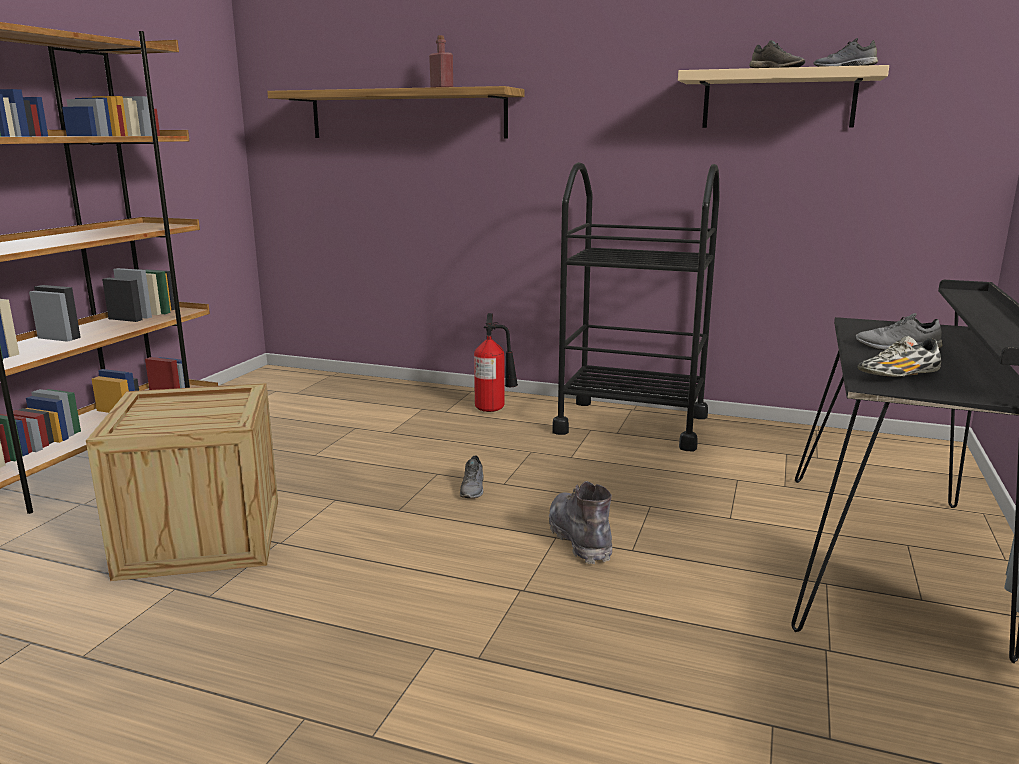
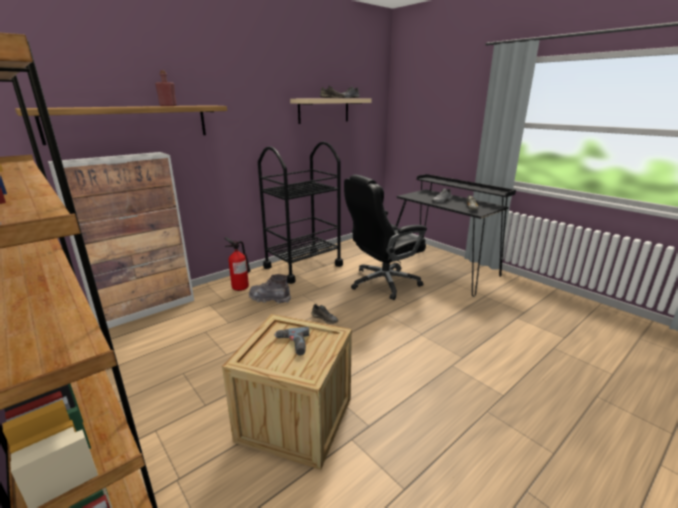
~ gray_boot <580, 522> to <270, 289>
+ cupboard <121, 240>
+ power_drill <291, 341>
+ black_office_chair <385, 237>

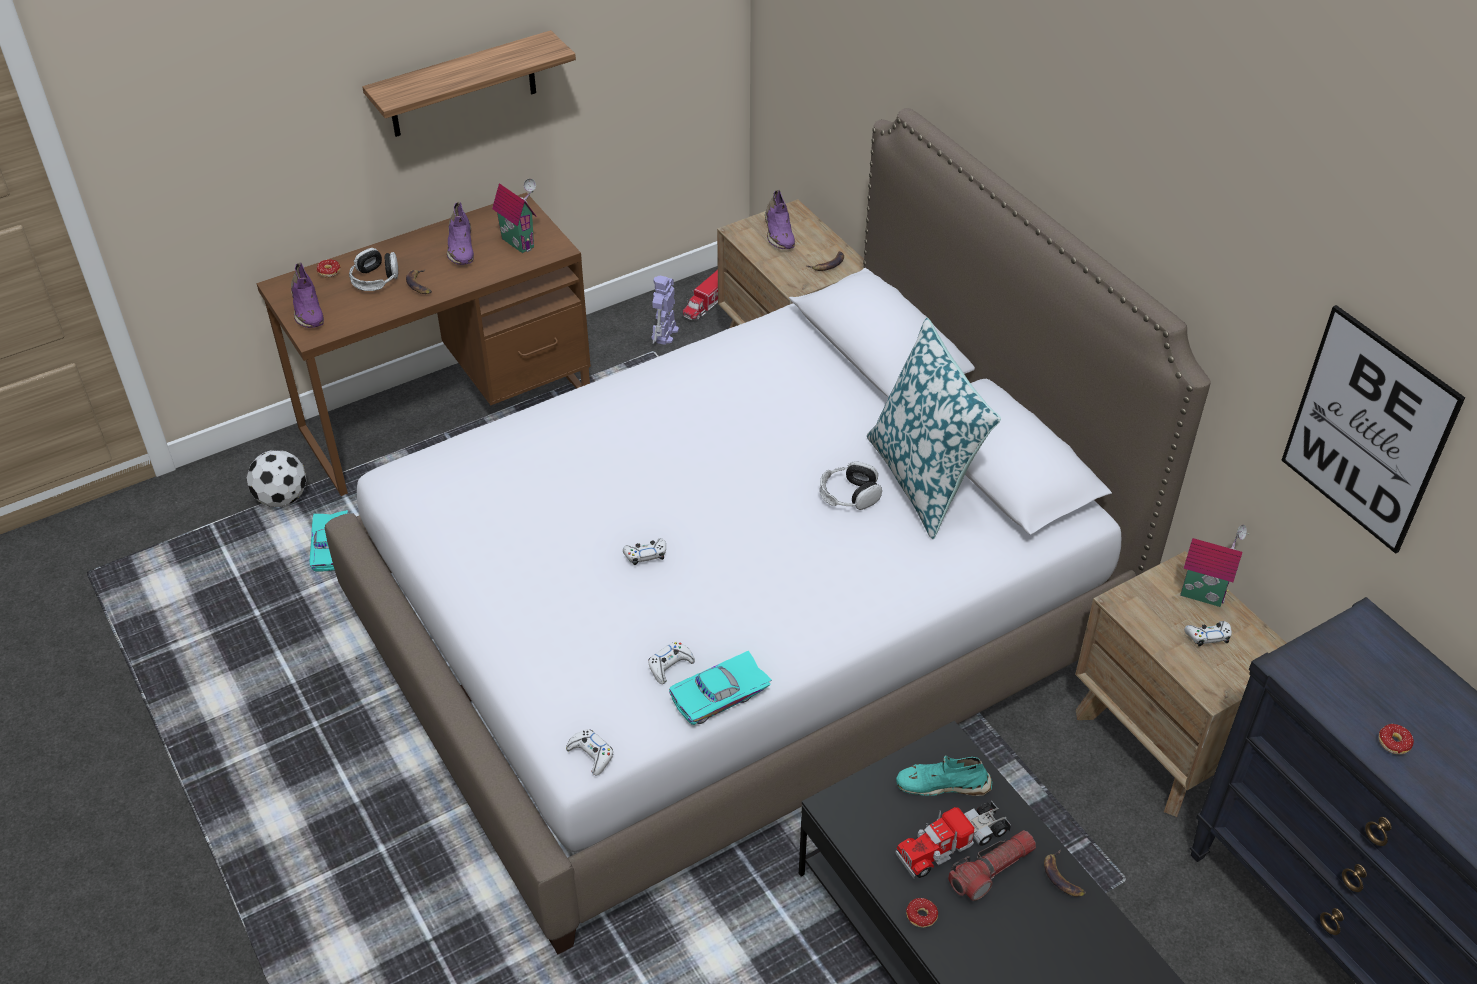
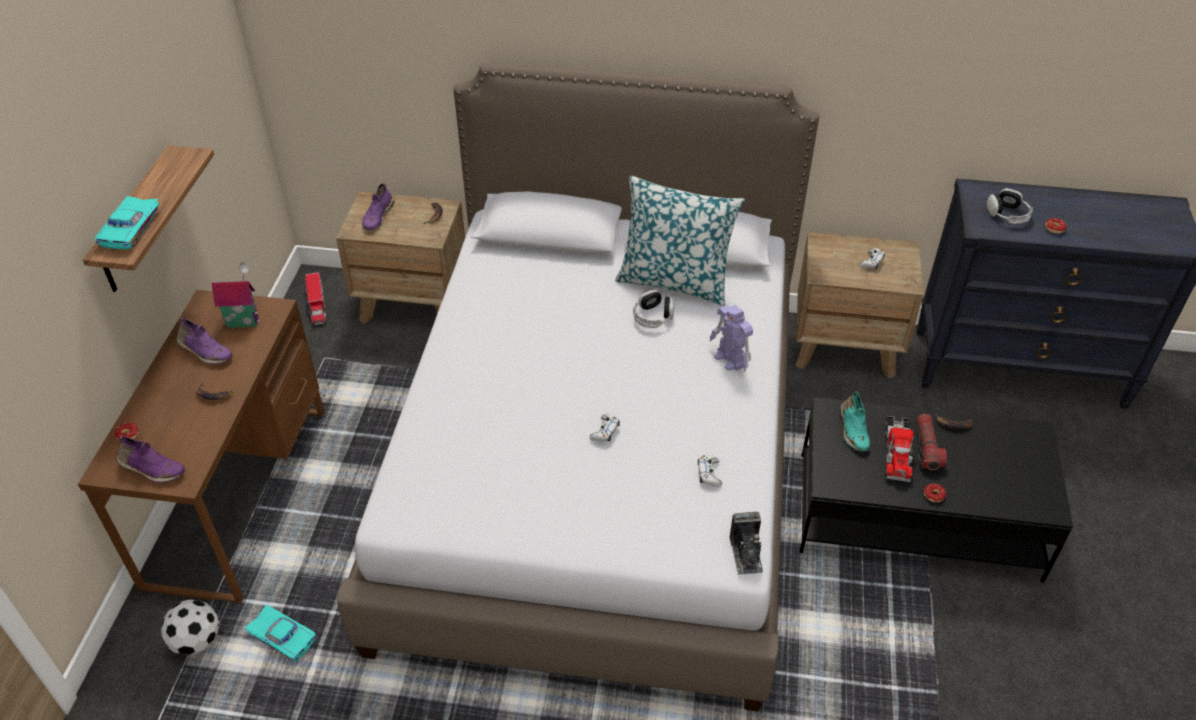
~ pair_of_headphones <373, 269> to <1010, 206>
~ white_joypad <589, 752> to still_camera <746, 543>
~ model_robot <665, 310> to <731, 338>
~ turquoise_toy_car <720, 688> to <127, 222>
~ purple-coloured_shoe <780, 219> = <378, 207> 75 degrees clockwise
~ turquoise_shoe <944, 775> = <855, 421> 45 degrees counterclockwise
- toy_house <1214, 566>
- picture <1373, 429>

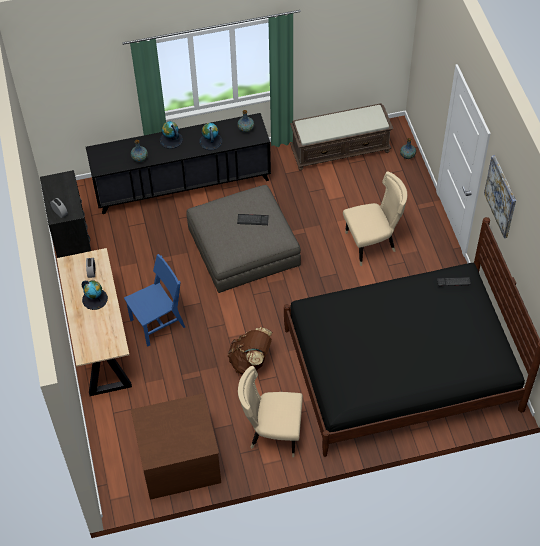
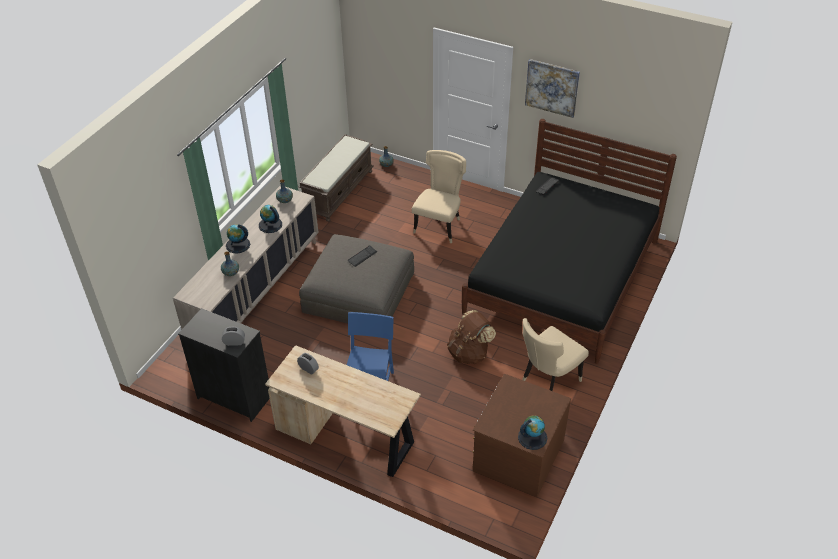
~ globe <95, 295> to <532, 432>
~ black_cupboard <178, 163> to beige_cupboard <246, 257>

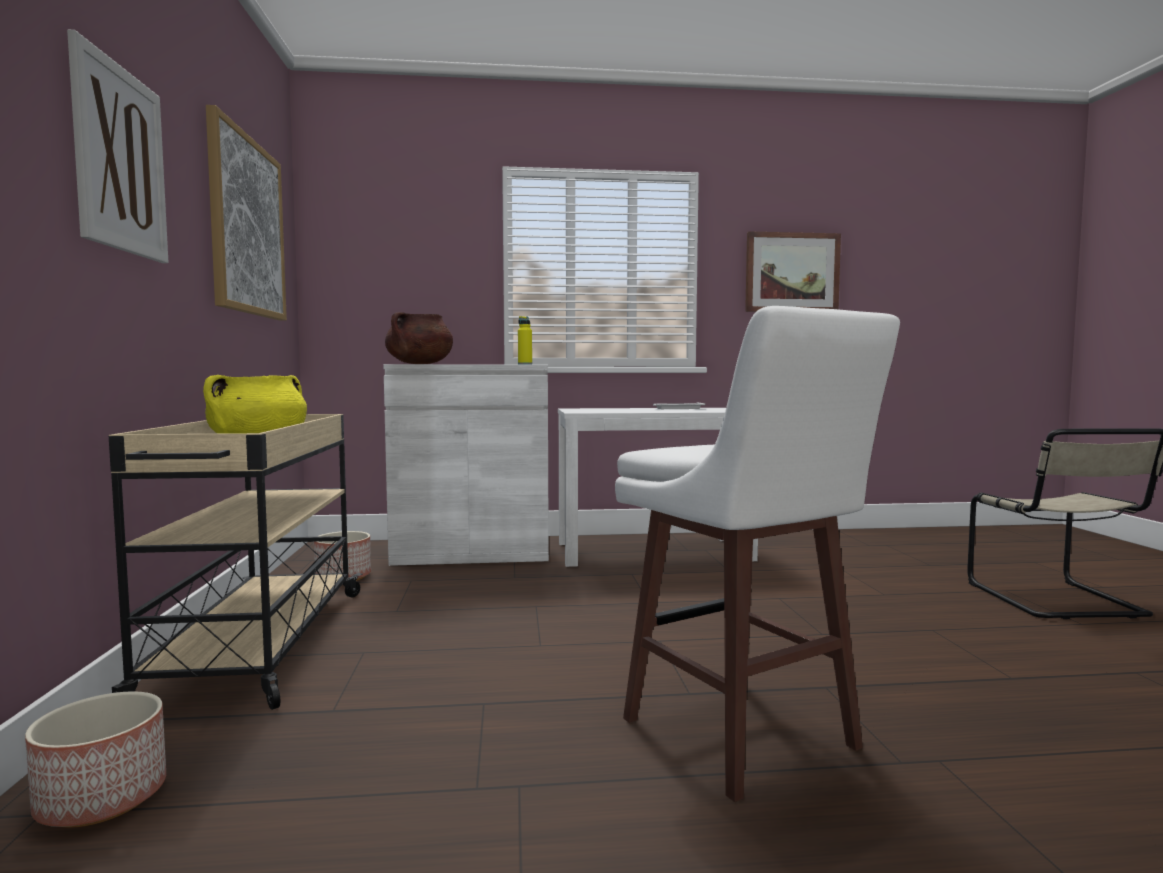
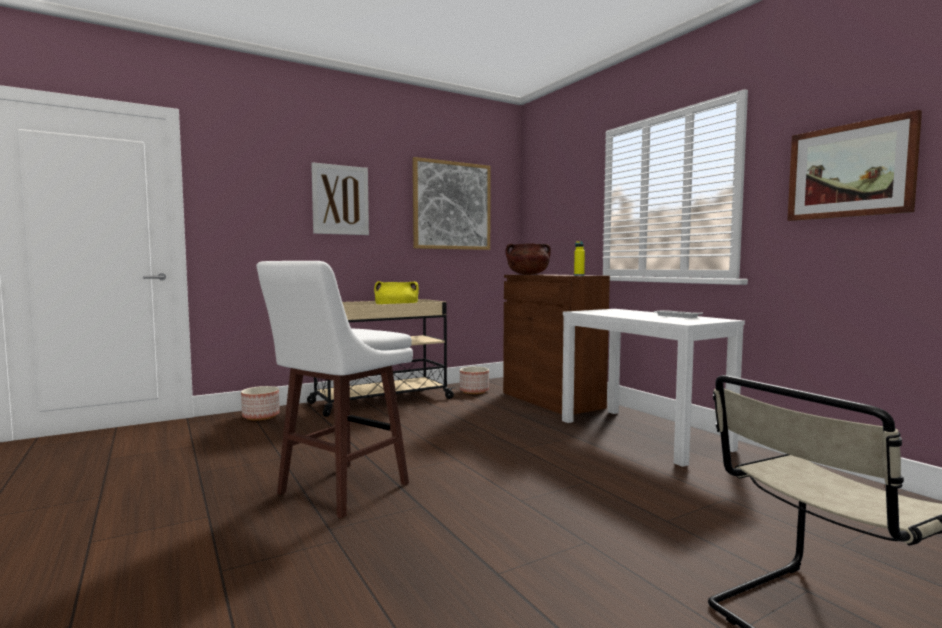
~ white_cupboard <466, 465> to brown-coloured_cupboard <556, 344>

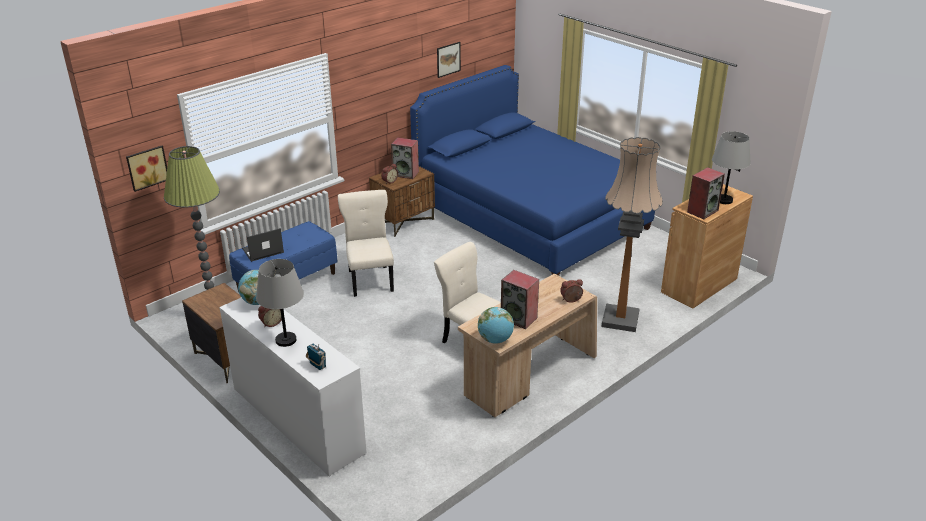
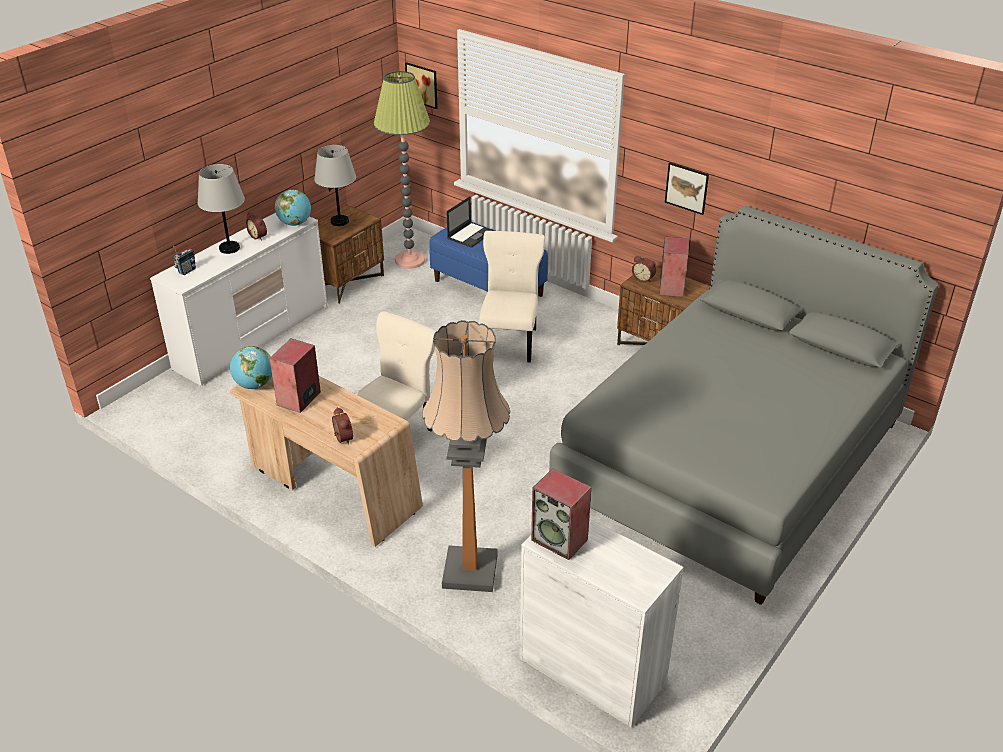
~ portable_computer <263, 245> = <470, 222> 75 degrees clockwise
~ beige_plain_chair <366, 243> = <512, 297> 60 degrees counterclockwise
~ bluish_sleeping_bed <532, 170> to gray_sleeping_bed <744, 405>
~ picture <449, 60> to <687, 188>
~ brown-coloured_cupboard <707, 246> to white_cupboard <602, 623>
~ gray_table_lamp <731, 167> to <335, 185>

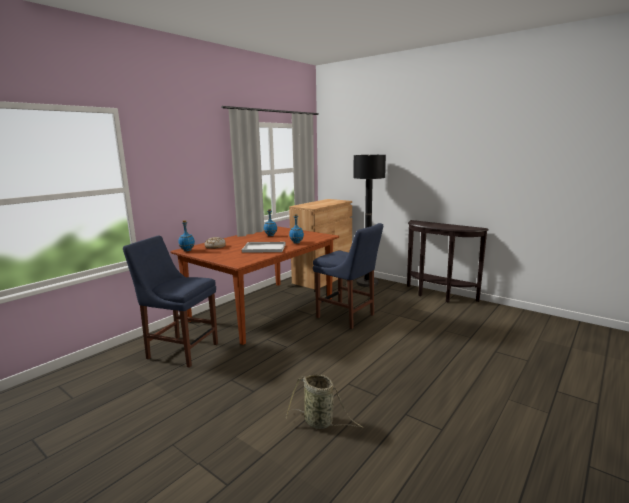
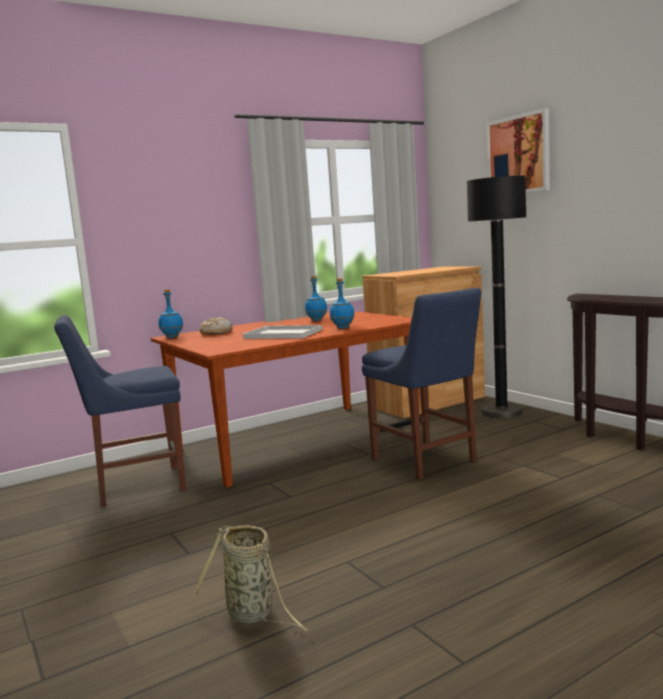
~ bluish_plain_chair <170, 301> = <120, 411> 60 degrees counterclockwise
+ picture <518, 150>

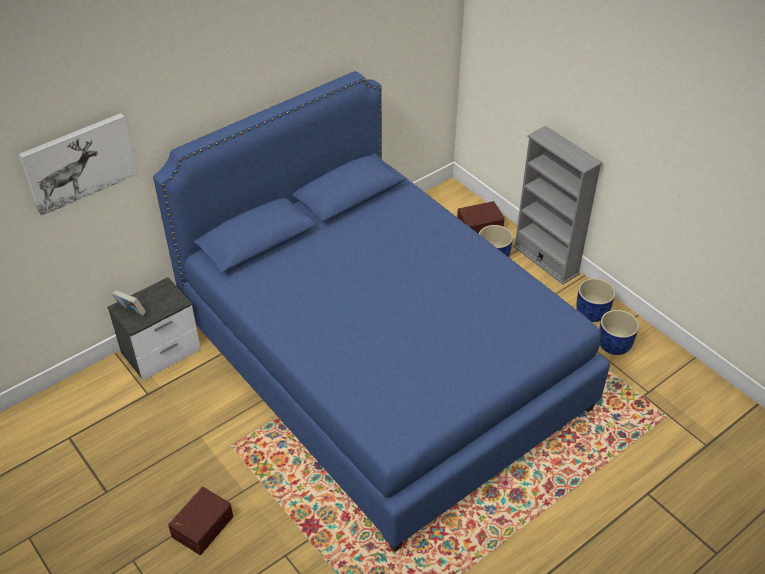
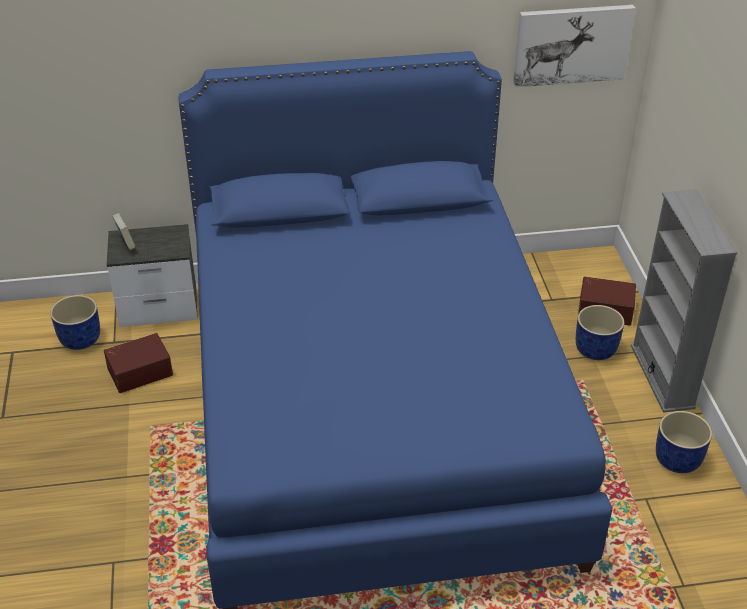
~ picture <78, 164> to <574, 46>
~ brown-coloured_storage_bin <200, 521> to <138, 363>
~ bluish_planter <619, 332> to <75, 322>

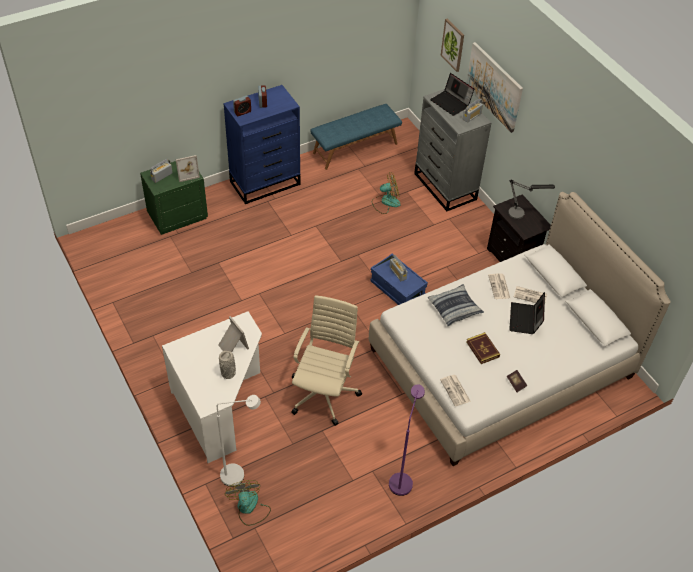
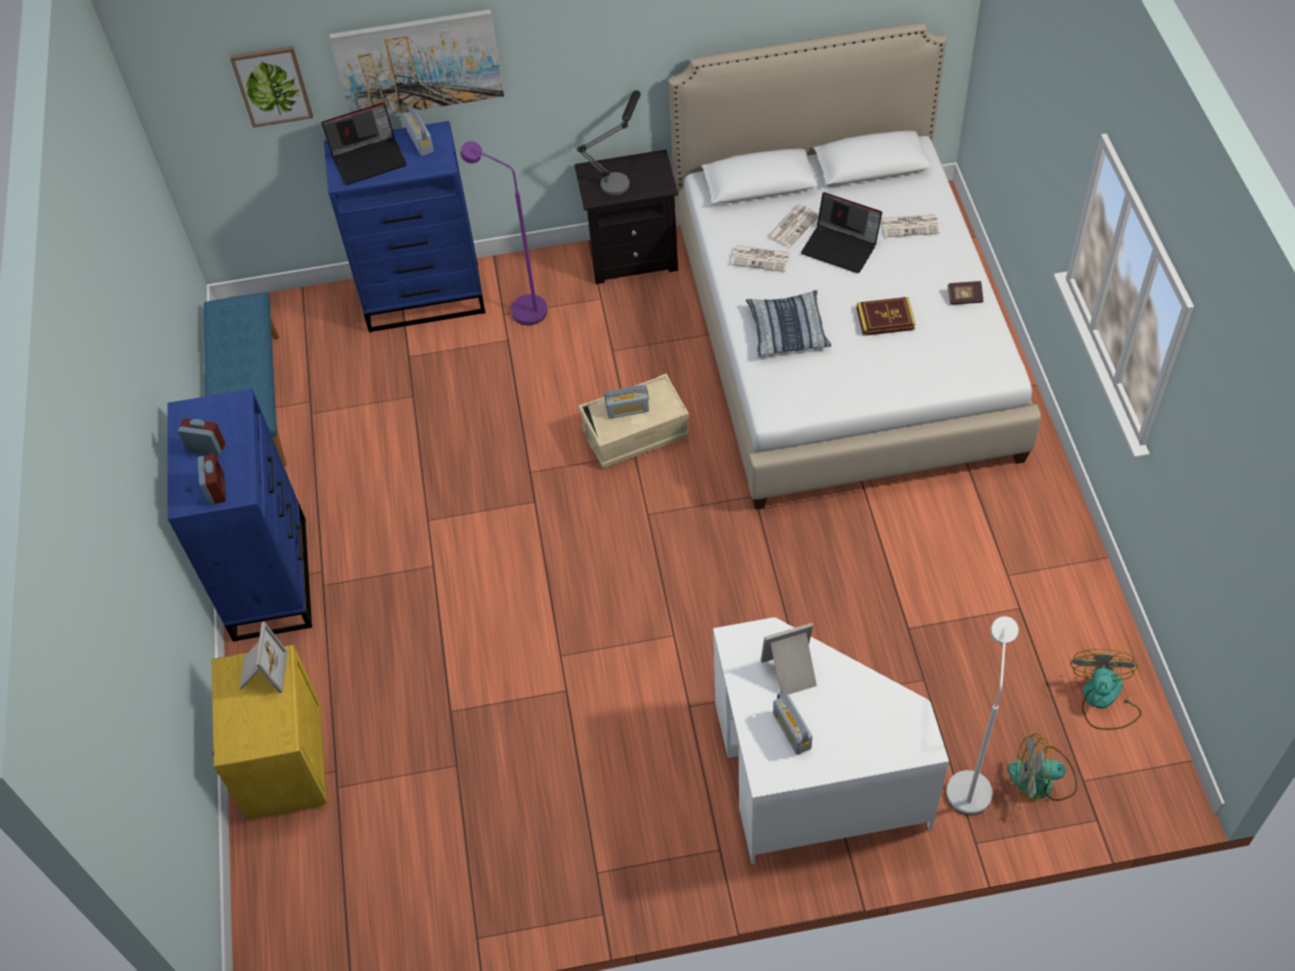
~ green_night_table <174, 198> to yellowish_night_table <269, 732>
~ radio_receiver <161, 171> to <793, 723>
- gray_vase <227, 365>
- beige_office_chair <326, 360>
~ bluish_storage_bin <399, 279> to beige_storage_bin <633, 421>
~ fan <386, 193> to <1105, 689>
~ purple-coloured_standard_lamp <407, 440> to <503, 233>
~ gray_dresser <453, 150> to bluish_dresser <404, 226>
~ printed_paper <455, 390> to <910, 226>

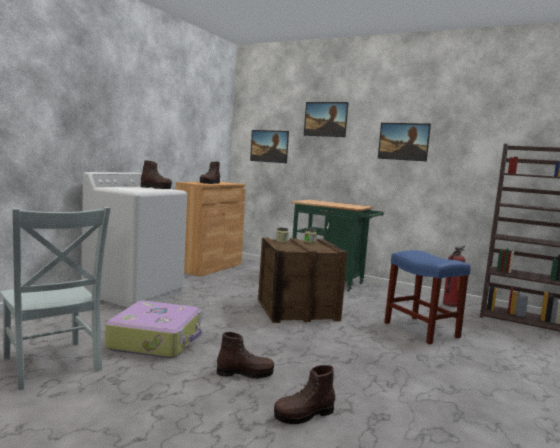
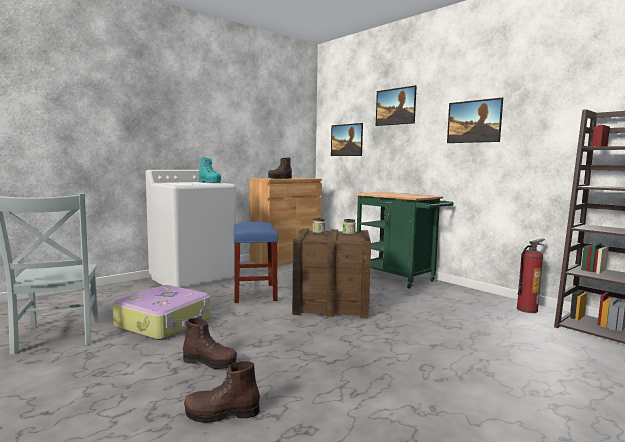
~ brown-coloured_boot <156, 174> to turquoise_boot <210, 170>
~ bluish_stool_seat <427, 297> to <255, 262>

